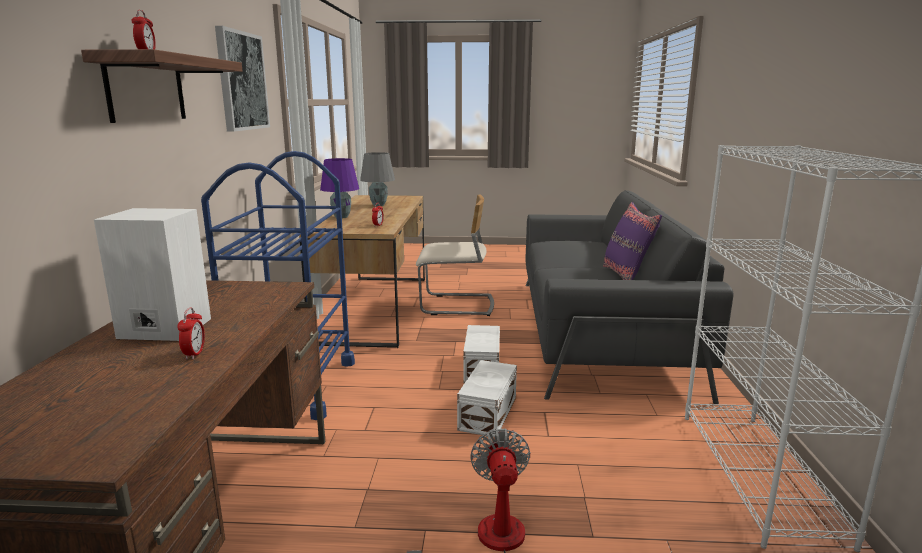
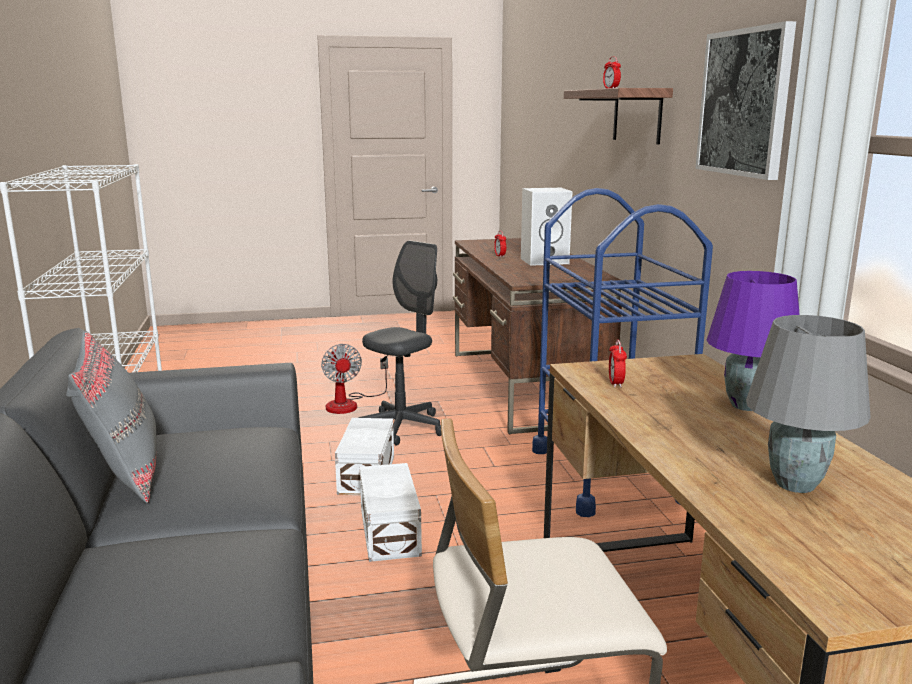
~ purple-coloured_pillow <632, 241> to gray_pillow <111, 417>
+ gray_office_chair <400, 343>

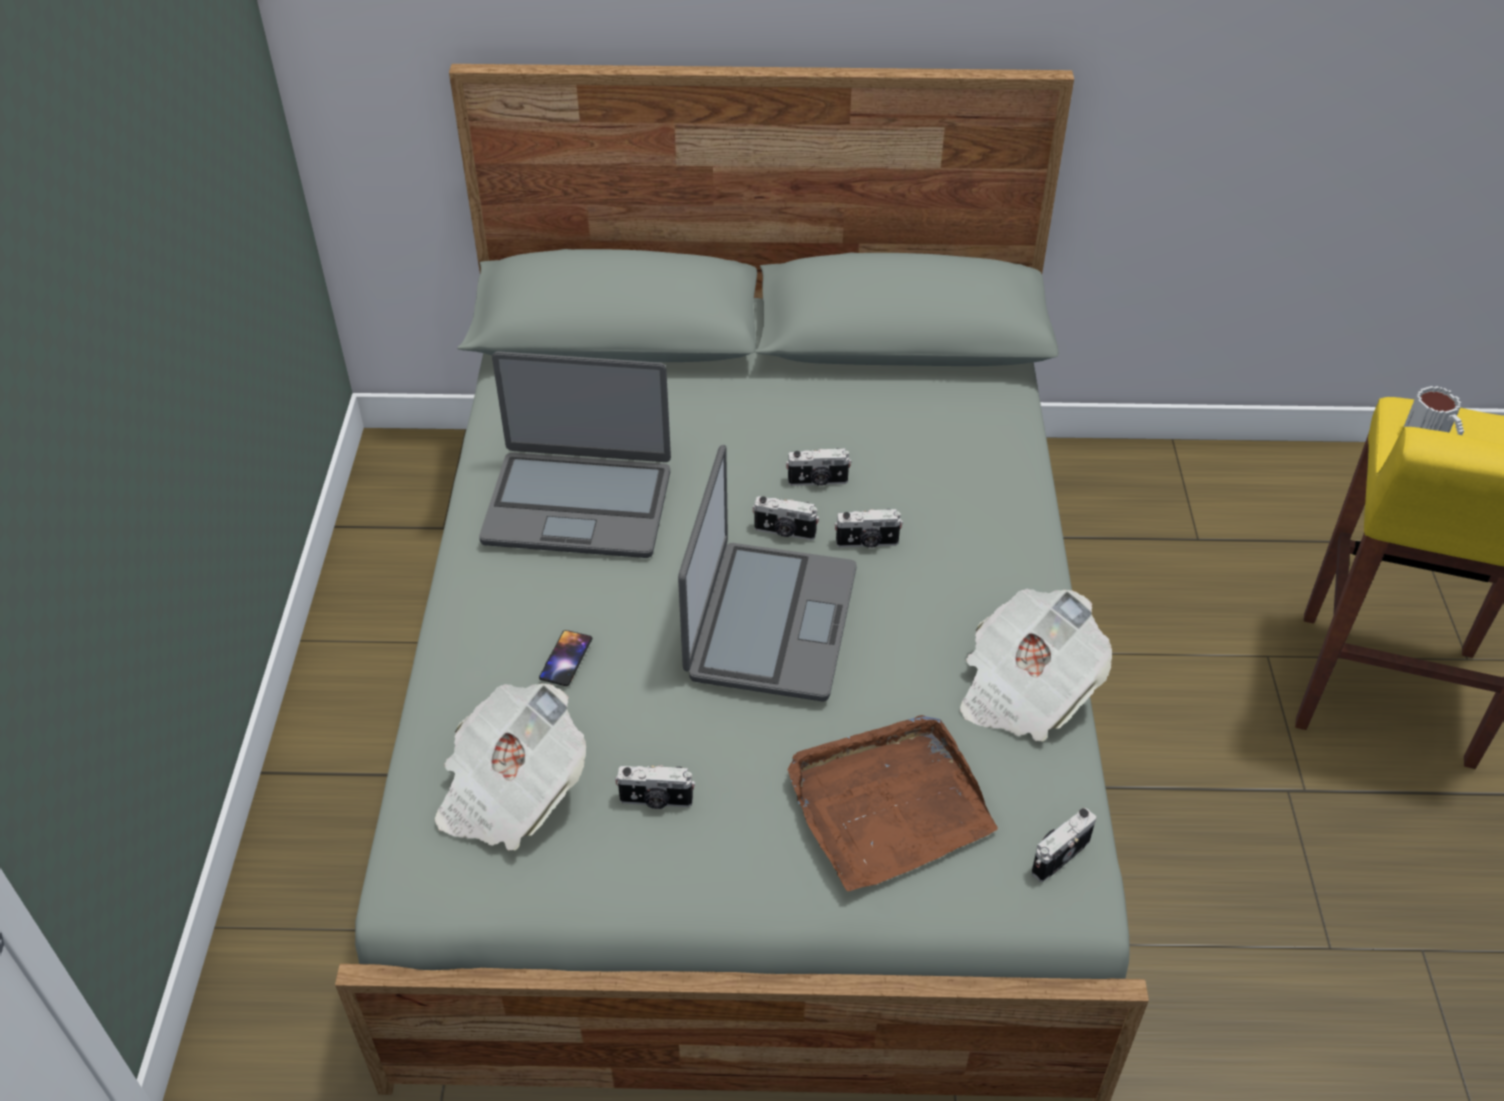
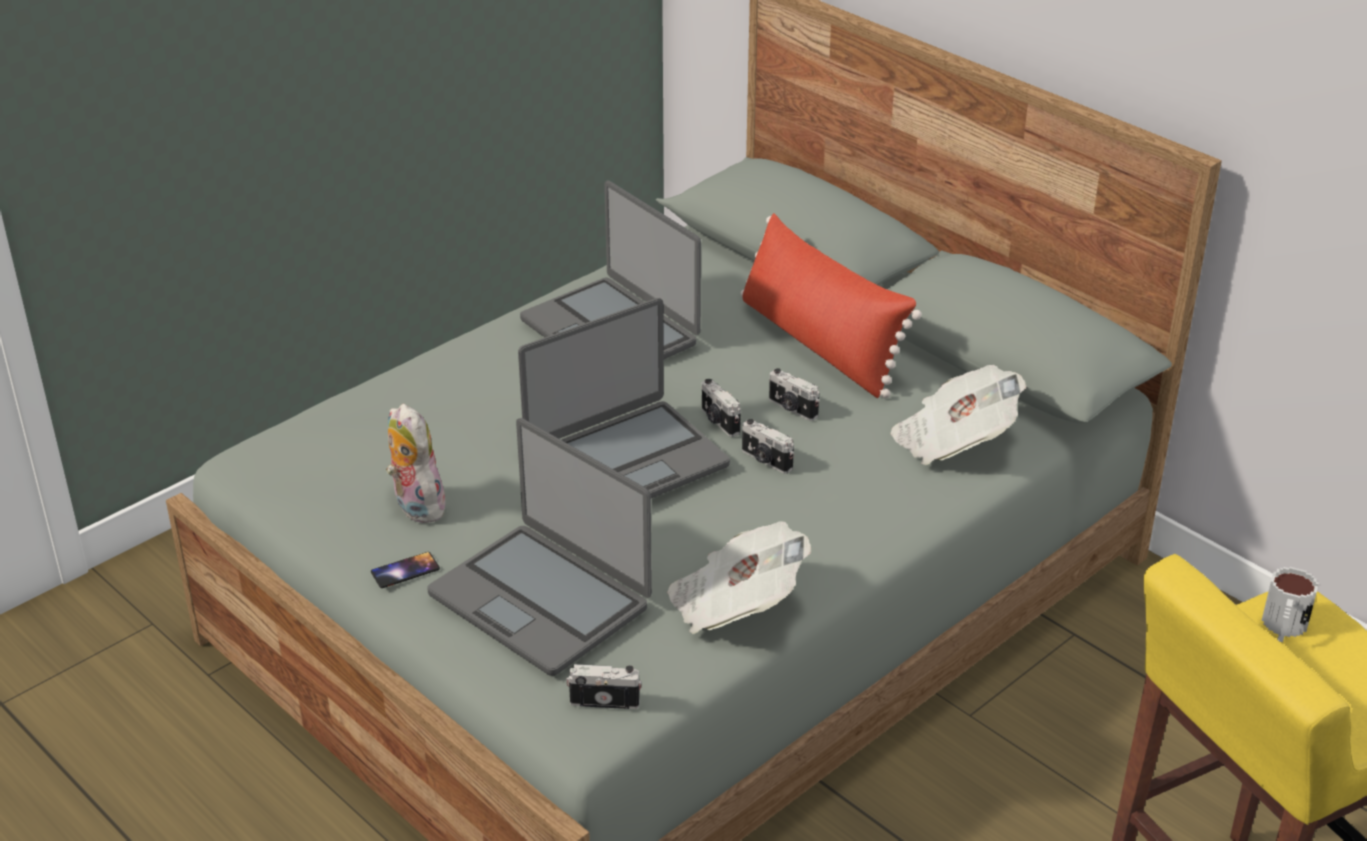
~ printed_paper <510, 767> to <958, 415>
~ handset <565, 658> to <405, 570>
~ still_camera <655, 787> to soft_toy <417, 463>
~ brown-coloured_tray <892, 803> to portable_computer <539, 547>
+ red_pillow <831, 305>

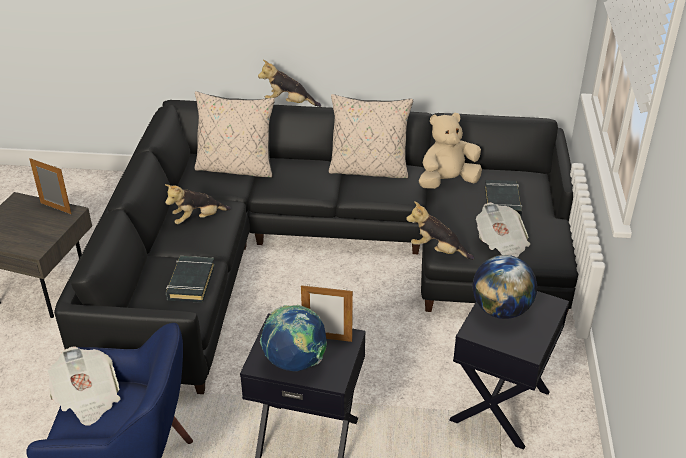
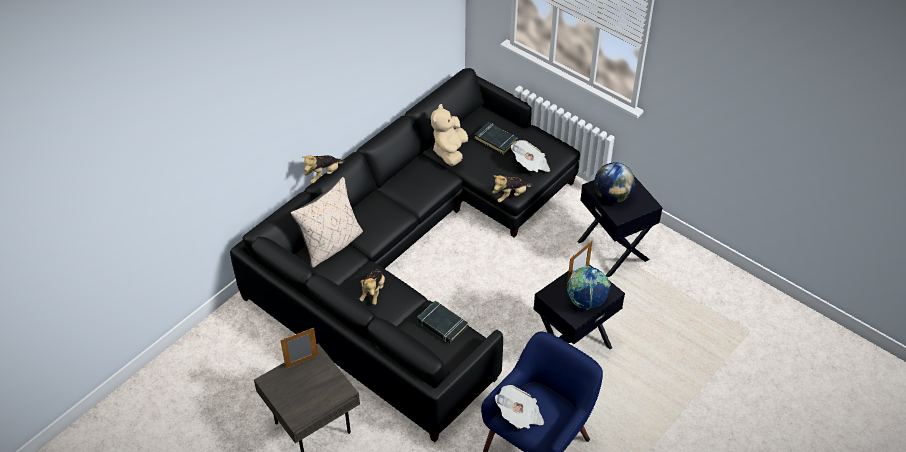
- beige_pillow <370, 136>

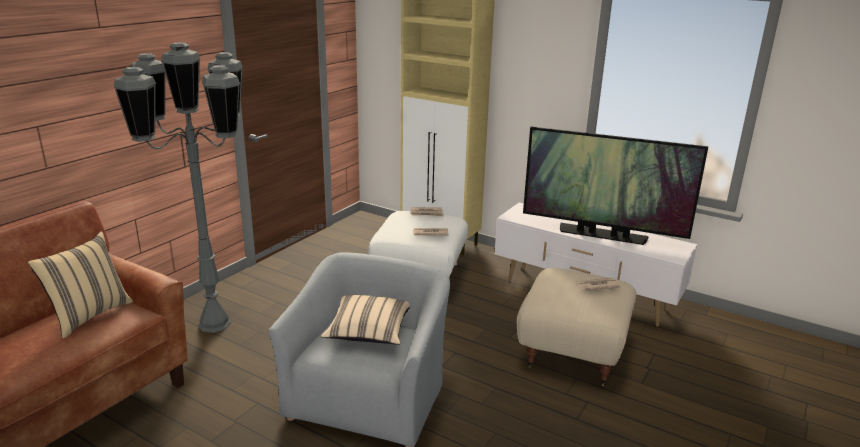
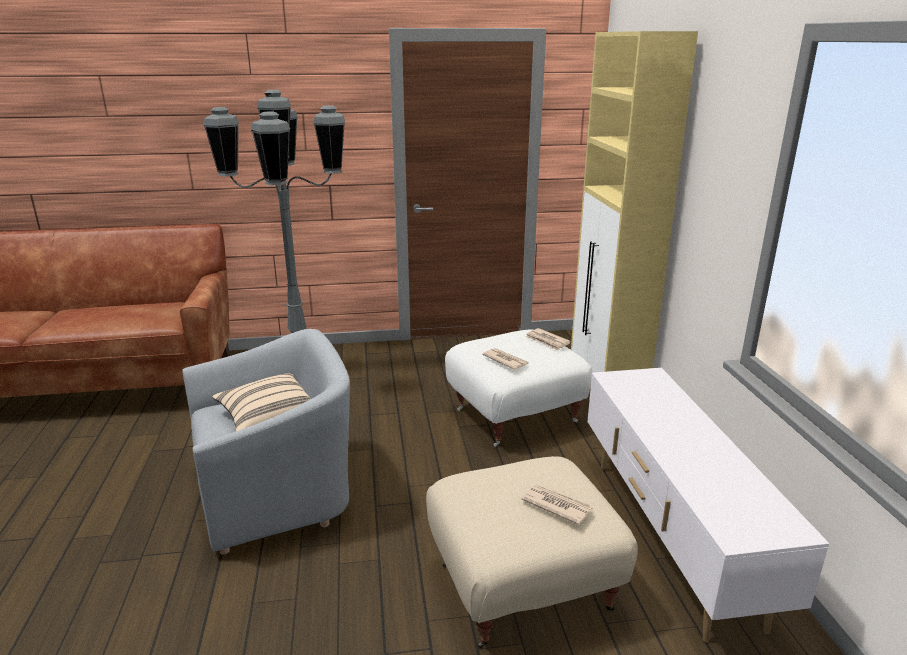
- beige_pillow <80, 285>
- TV_set <615, 186>

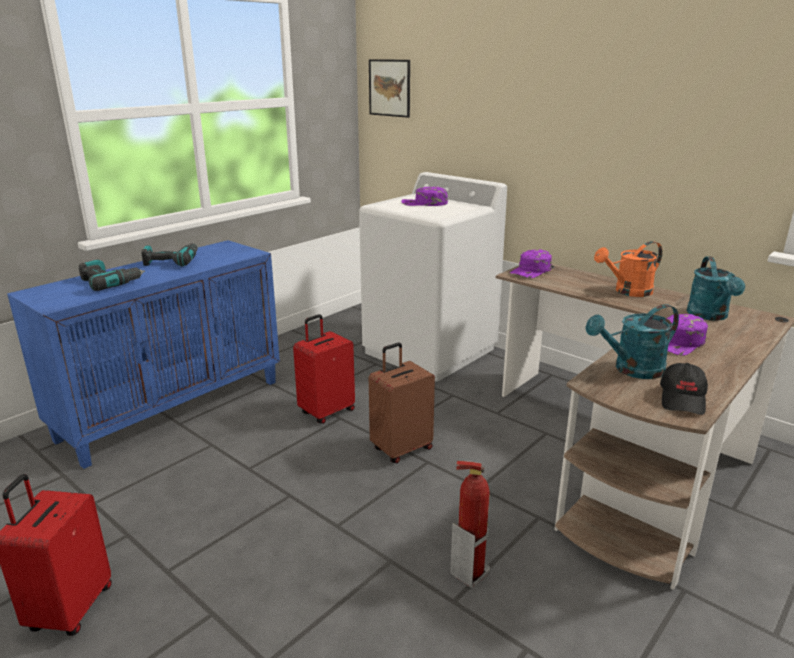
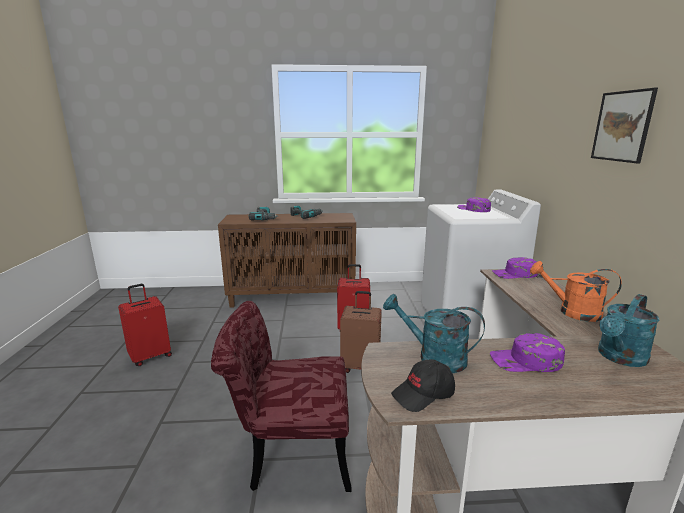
~ bluish_cupboard <143, 354> to brown-coloured_cupboard <287, 260>
~ picture <389, 88> to <624, 125>
~ fire-fighting_cylinder <470, 524> to red_plain_chair <281, 396>

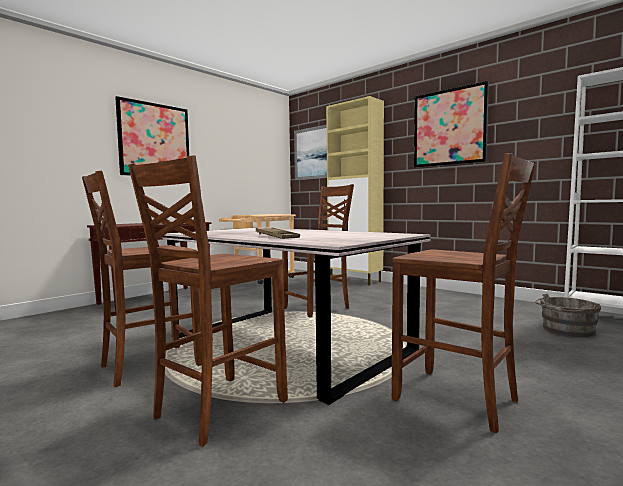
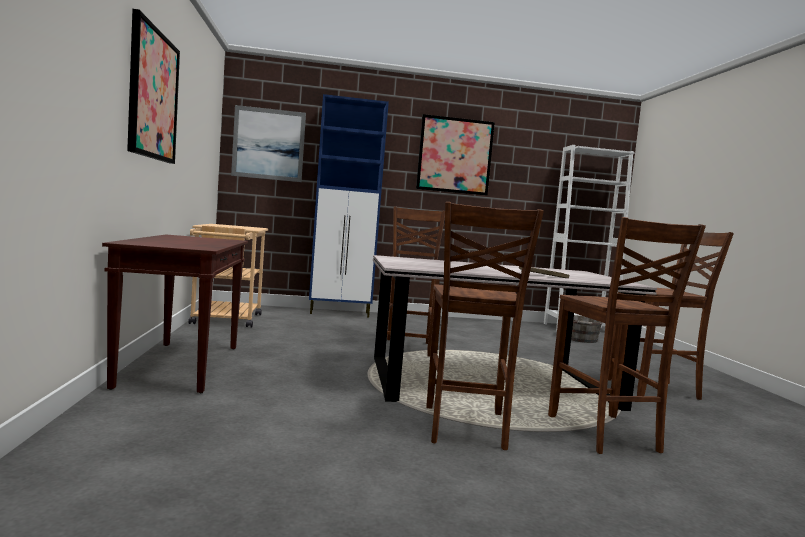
~ beige_cupboard <355, 190> to bluish_cupboard <349, 206>

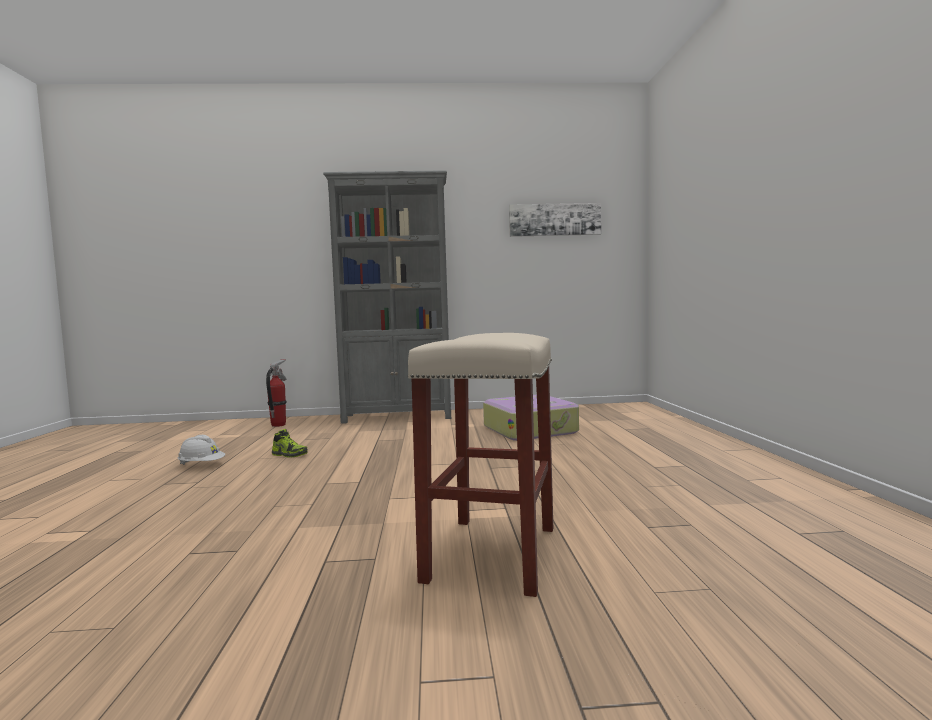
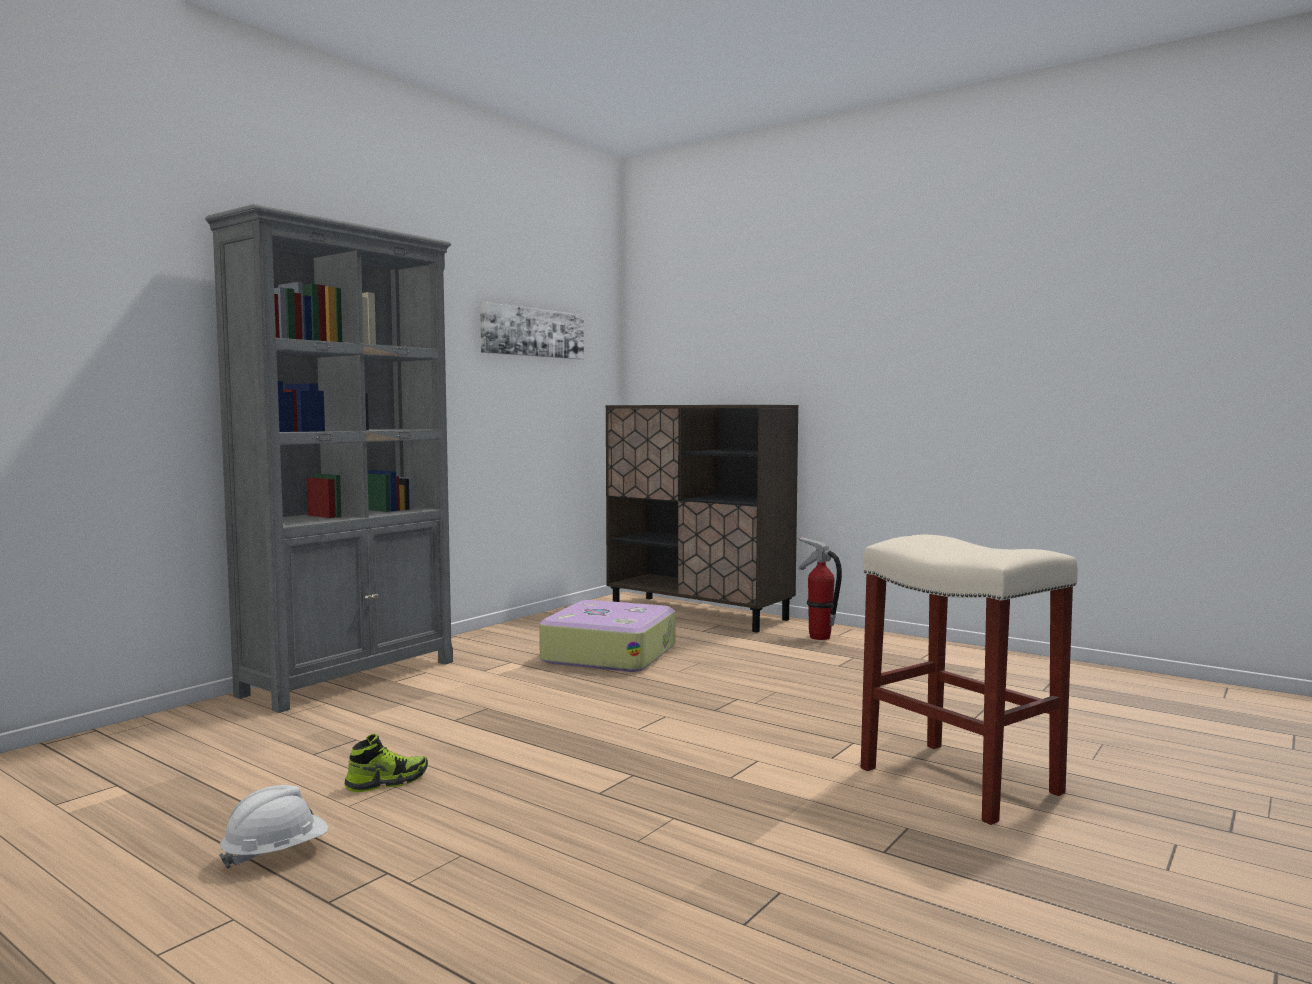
~ fire-fighting_cylinder <276, 393> to <820, 588>
+ brown-coloured_cupboard <702, 518>

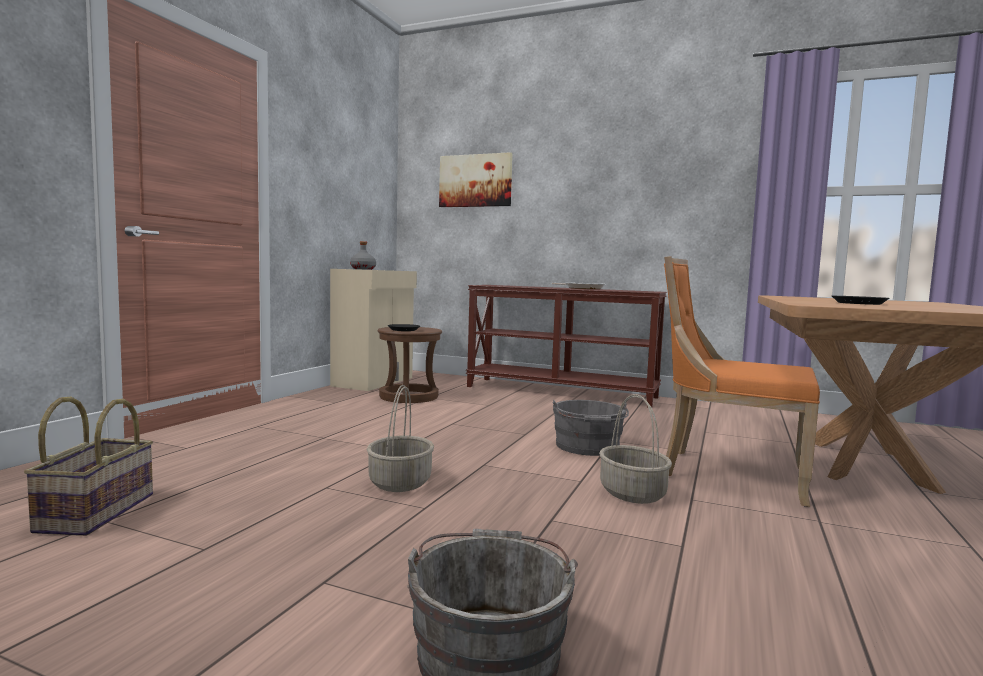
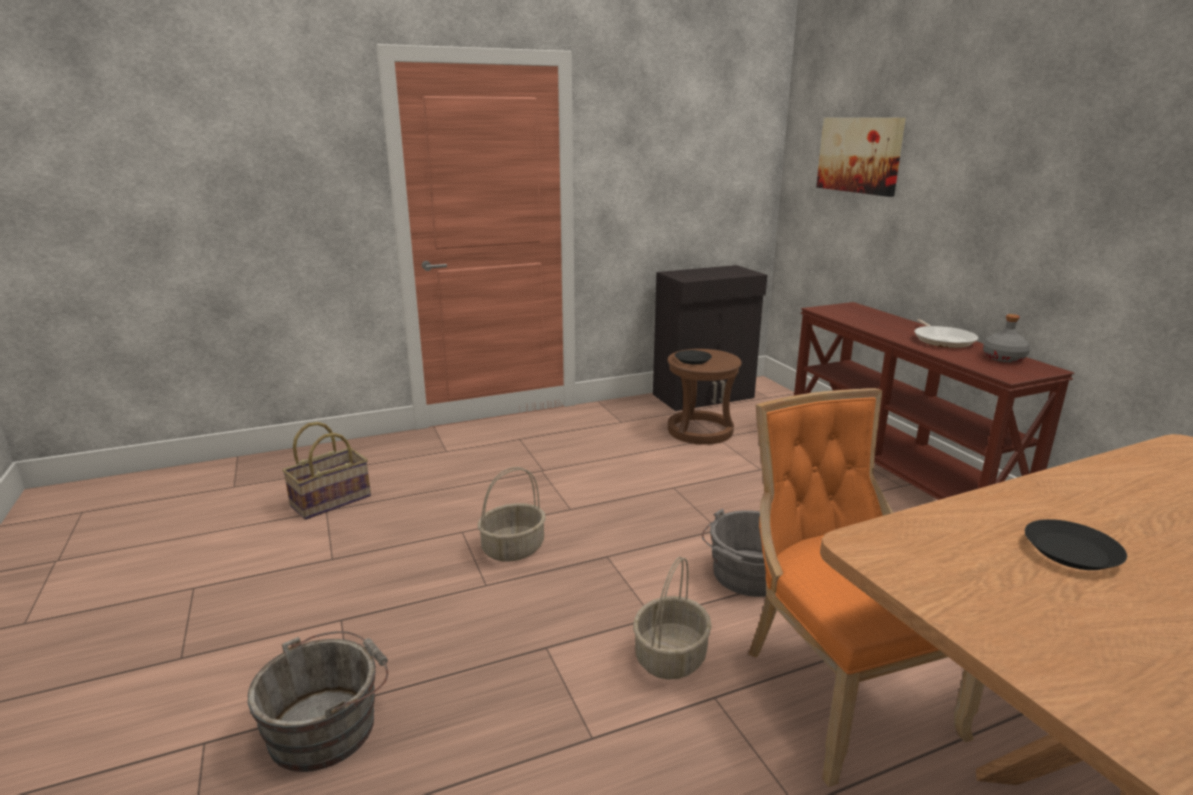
~ beige_cupboard <373, 330> to black_cupboard <710, 338>
~ gray_drink_bottle <363, 255> to <1006, 338>

